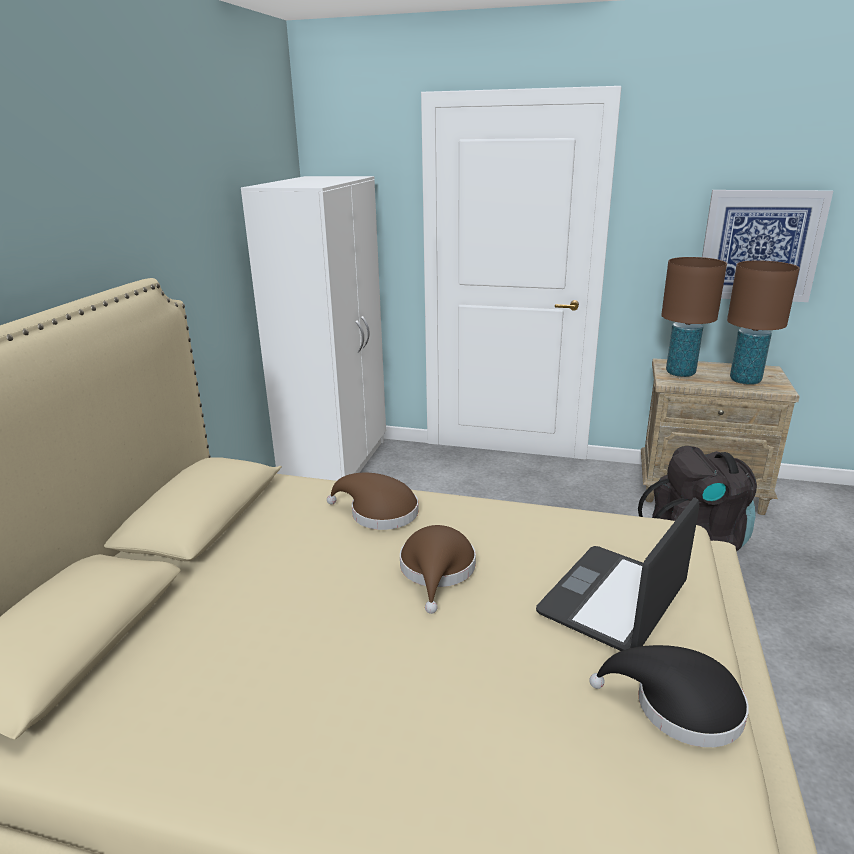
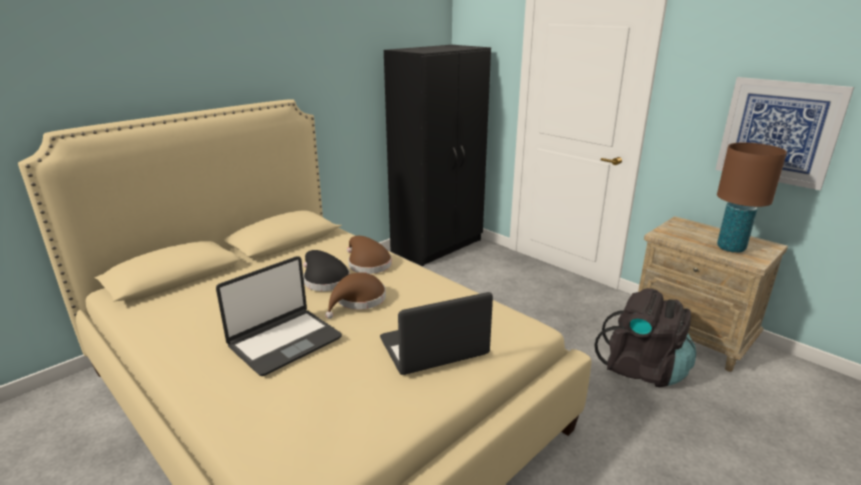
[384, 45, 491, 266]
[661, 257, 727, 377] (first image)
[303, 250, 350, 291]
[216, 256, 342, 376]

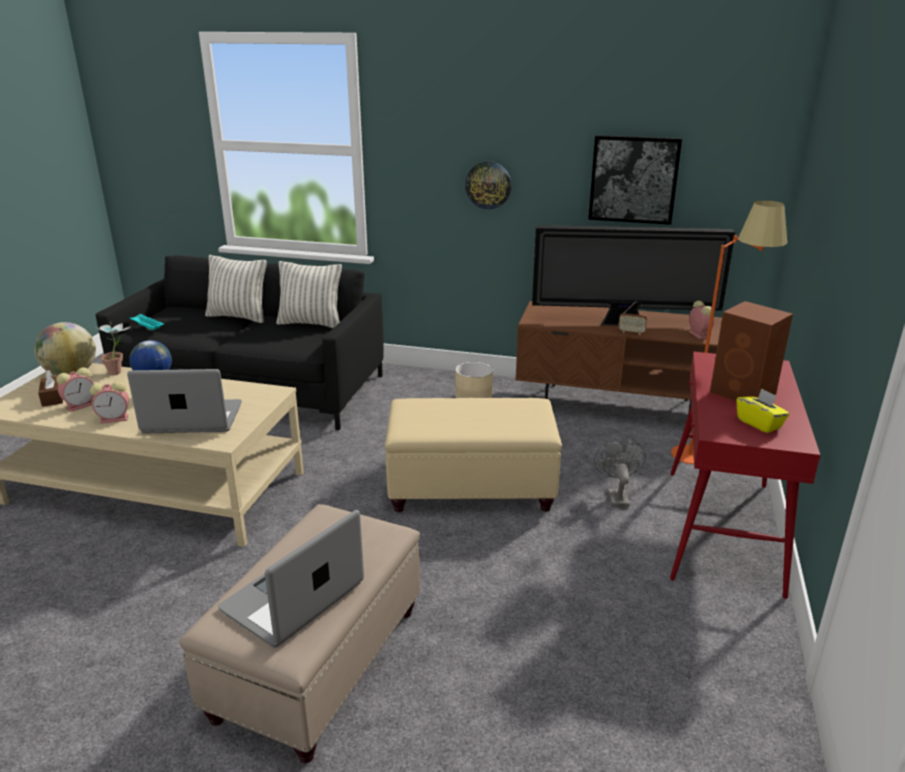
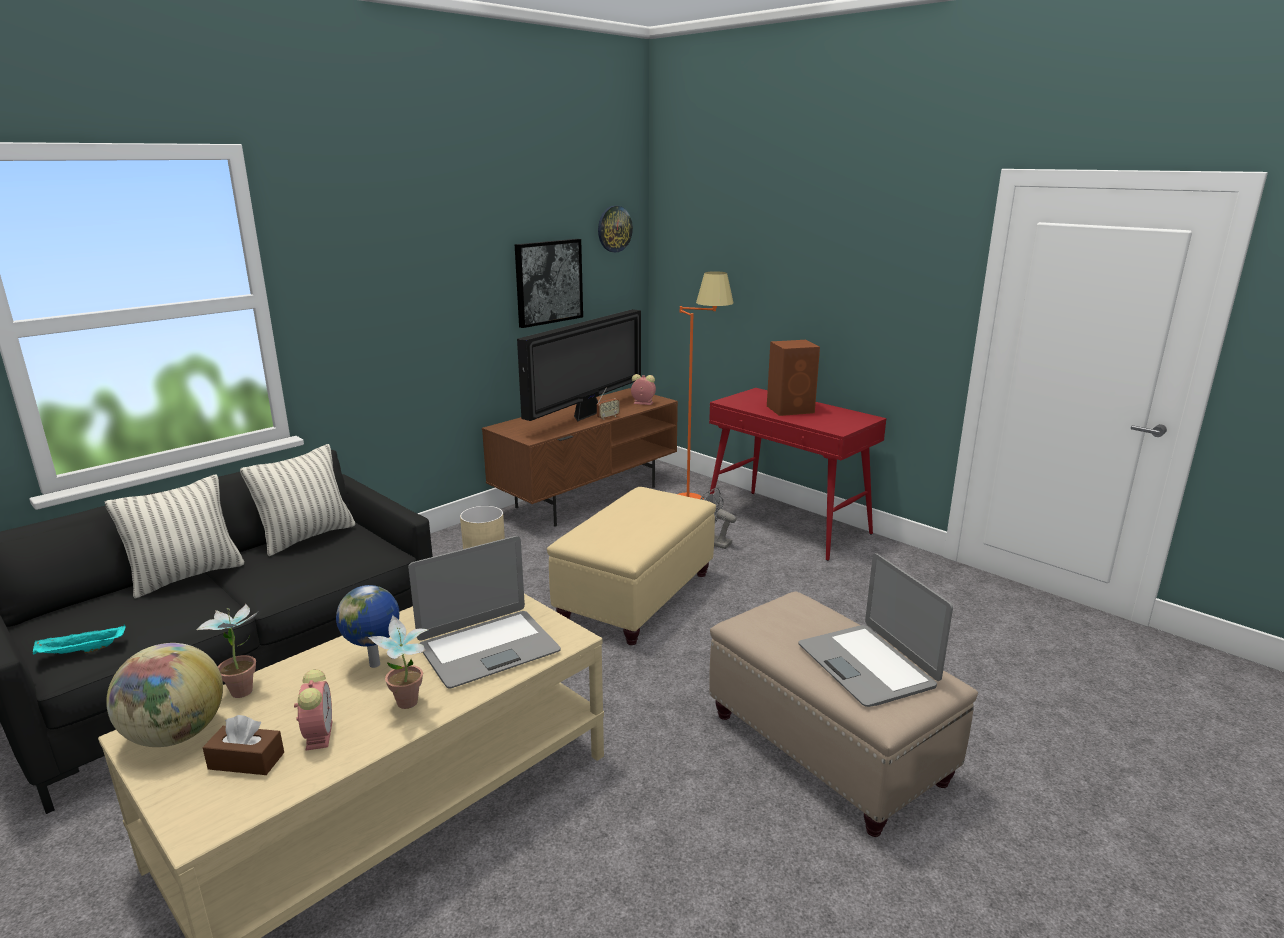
[598, 206, 633, 253]
[408, 536, 561, 689]
[368, 615, 428, 709]
[736, 388, 790, 433] (first image)

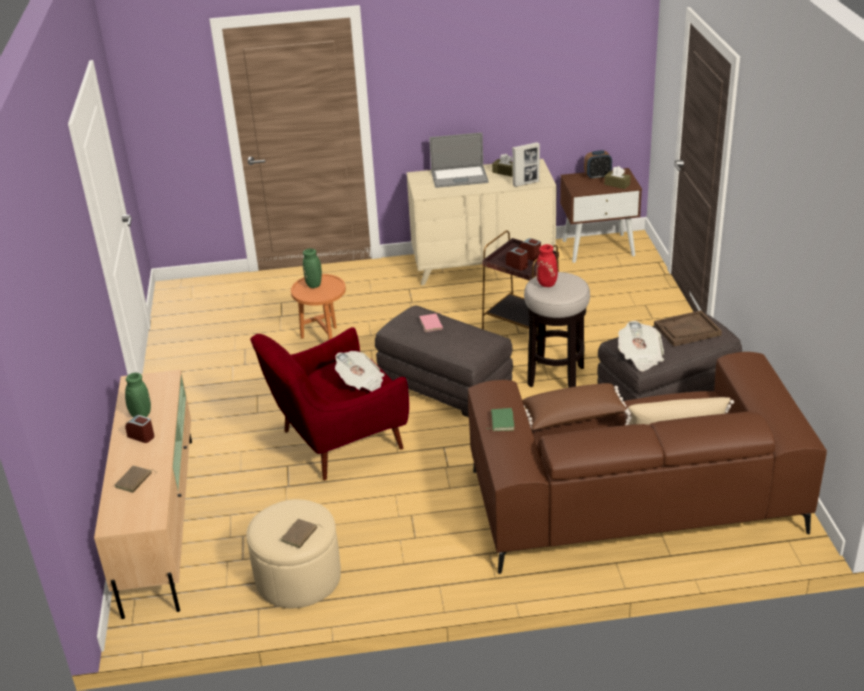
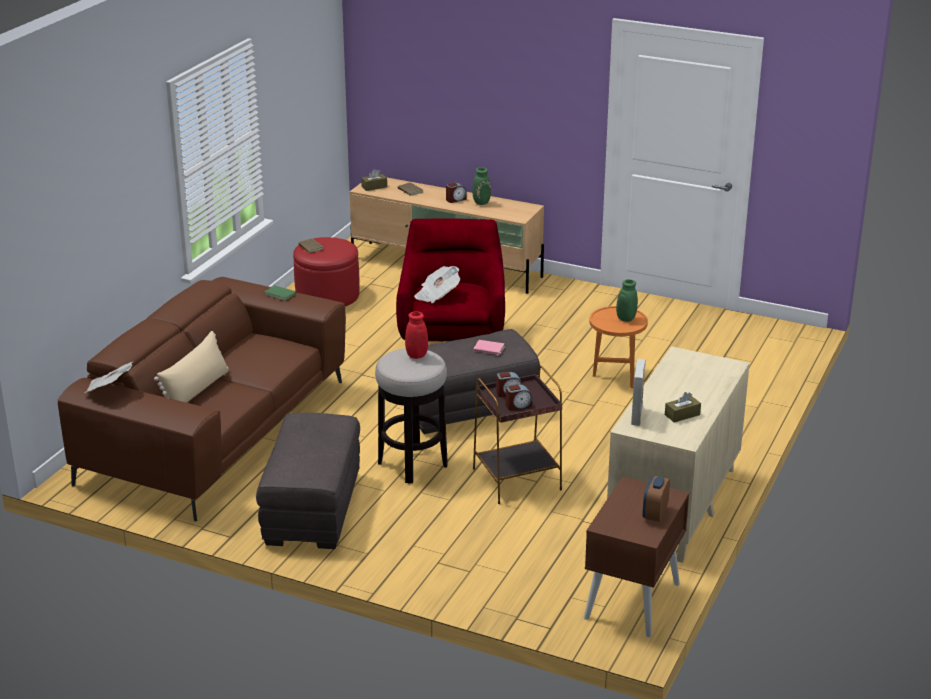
[429, 132, 489, 188] (first image)
[361, 169, 387, 191]
[654, 310, 722, 347] (first image)
[85, 362, 132, 393]
[522, 383, 630, 430] (first image)
[293, 237, 360, 306]

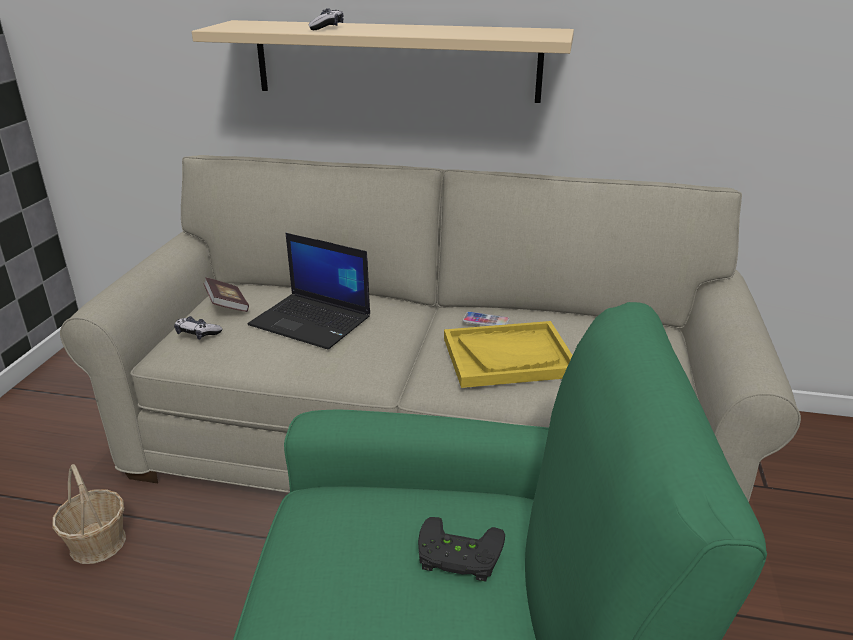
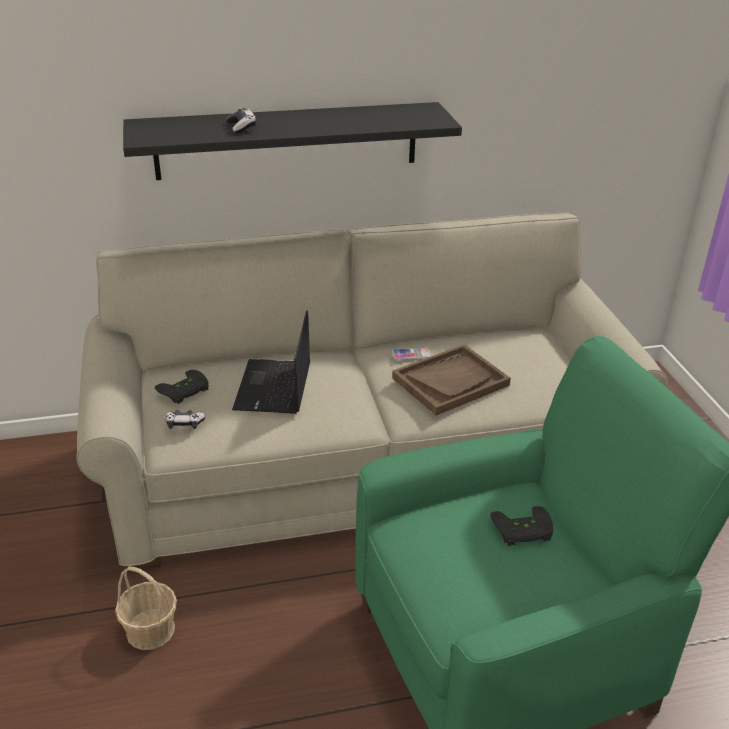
[123, 102, 462, 180]
[232, 310, 310, 414]
[155, 370, 209, 404]
[392, 344, 511, 415]

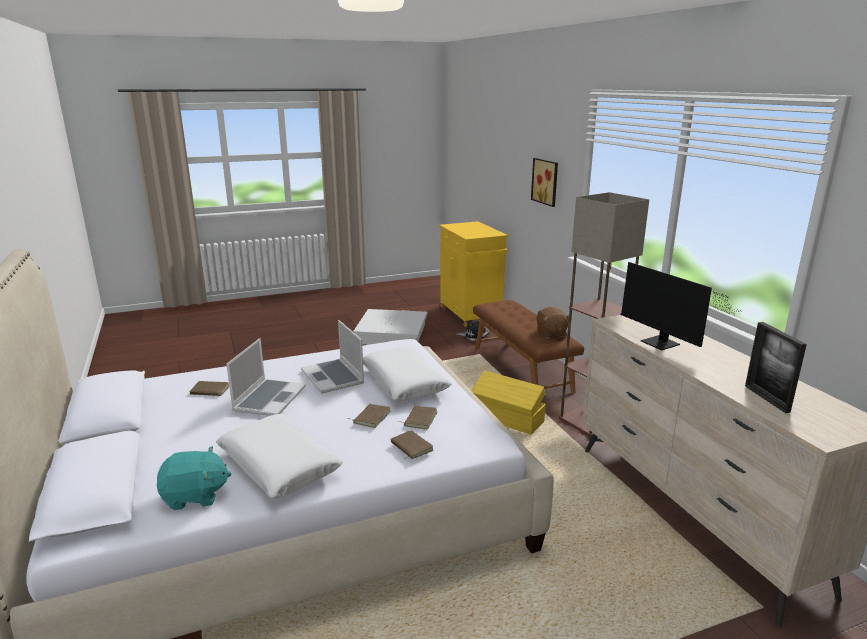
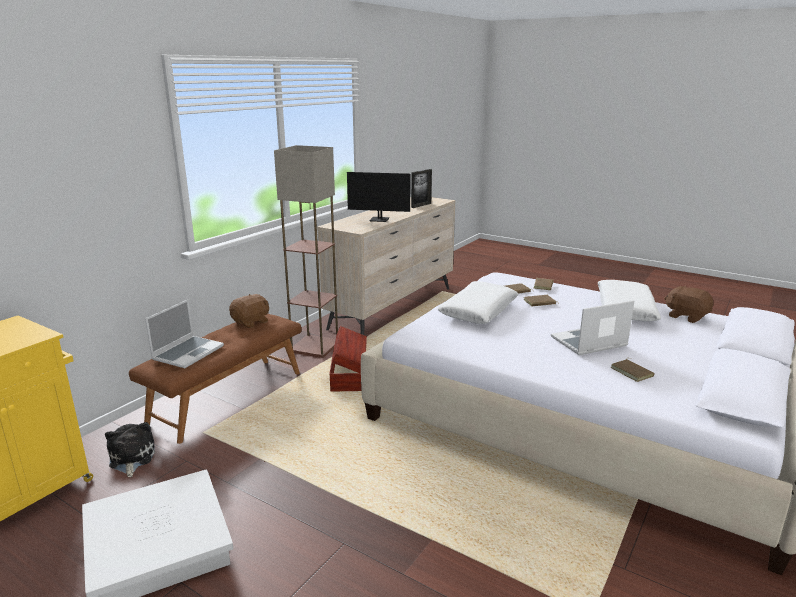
[531, 158, 558, 207] (first image)
[347, 172, 432, 222]
[145, 299, 224, 368]
[329, 326, 367, 391]
[665, 286, 714, 323]

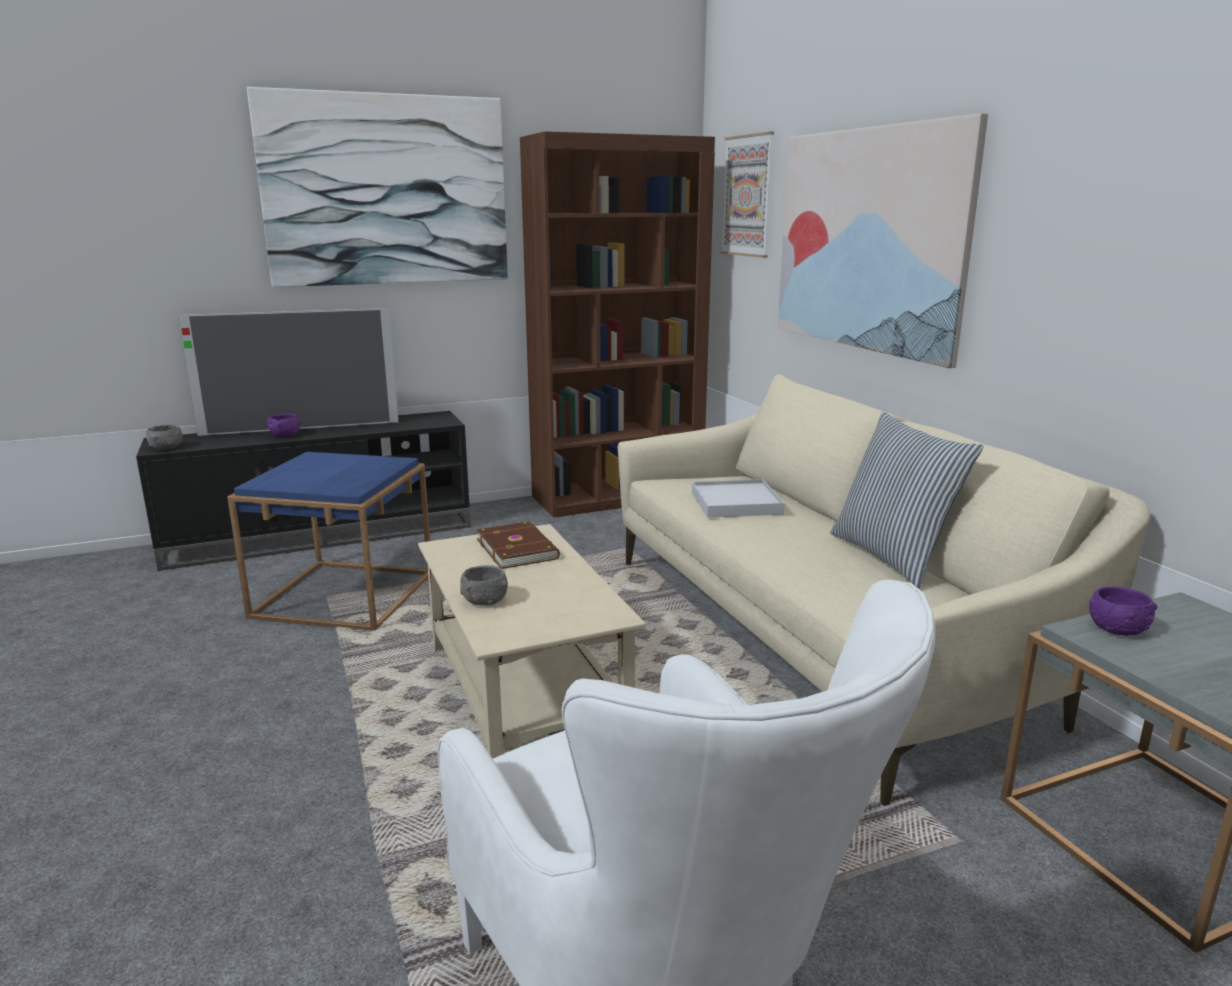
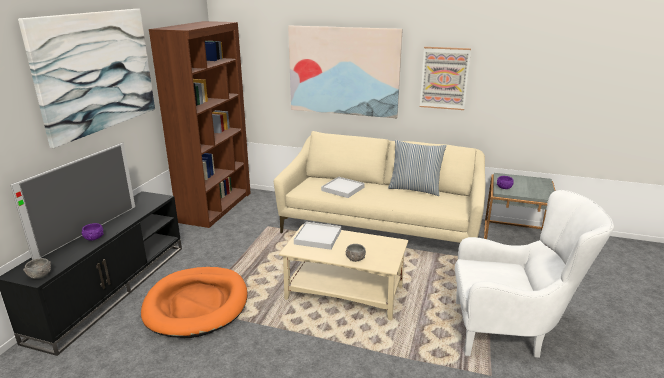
[420, 47, 471, 110]
[141, 267, 248, 338]
[294, 222, 341, 250]

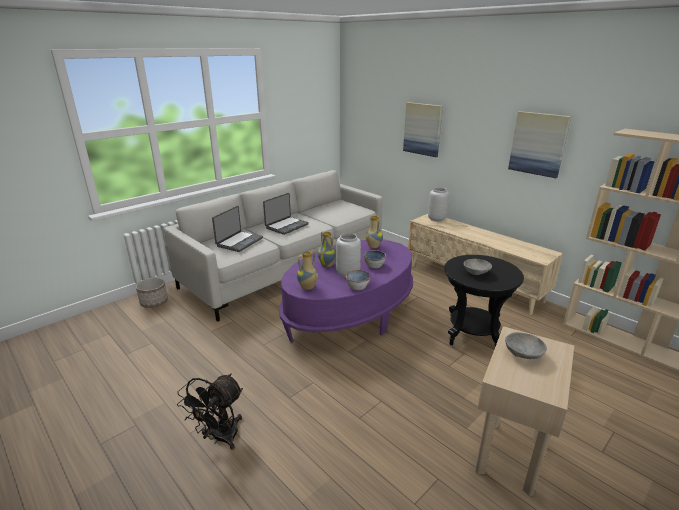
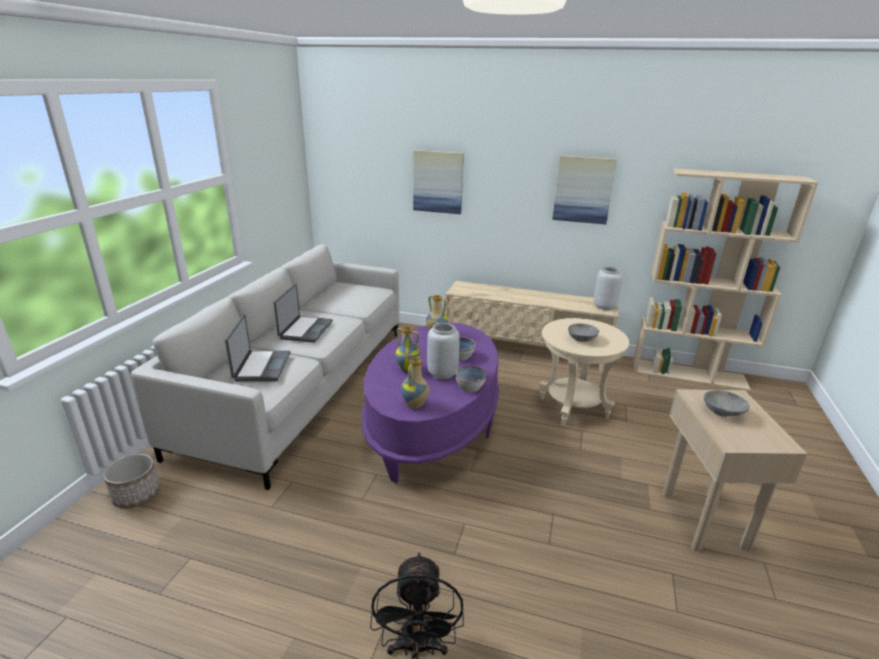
[593, 266, 623, 311]
[539, 318, 629, 426]

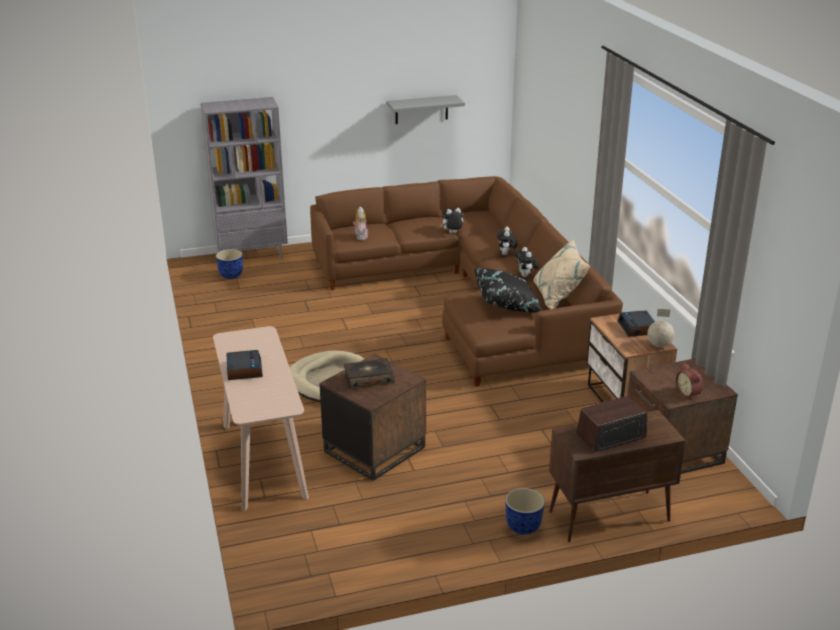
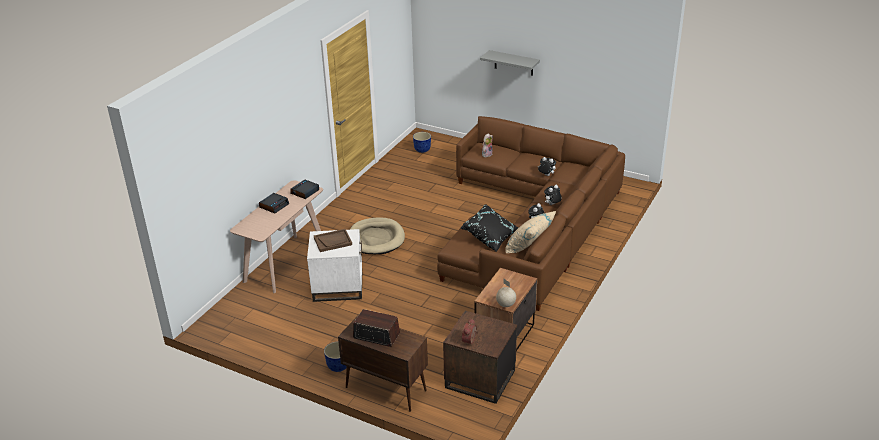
[480, 50, 540, 76]
[201, 97, 288, 259] (first image)
[290, 180, 319, 199]
[307, 229, 362, 302]
[314, 229, 352, 252]

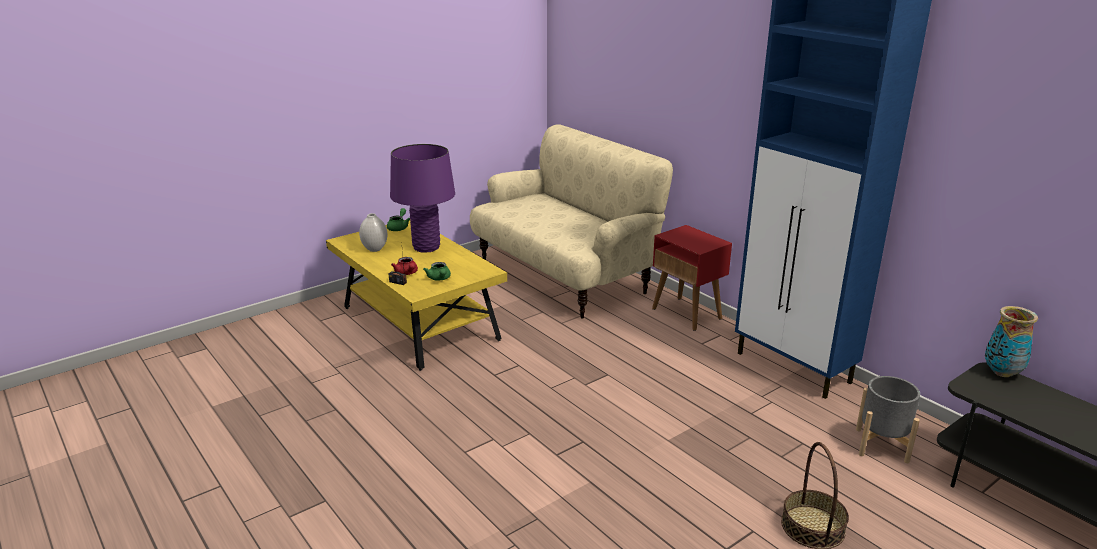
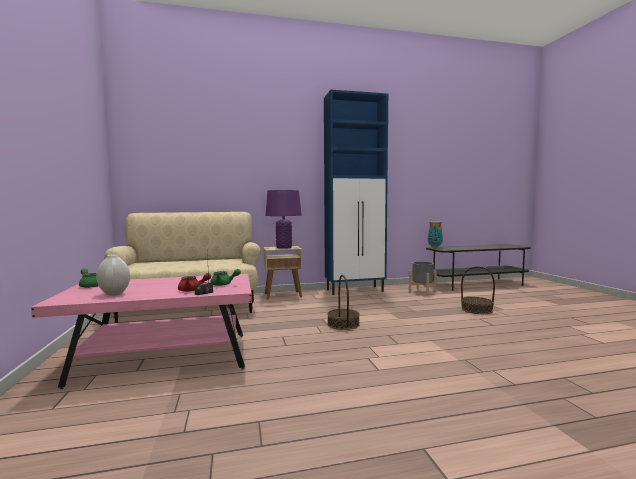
[265, 190, 302, 249]
[31, 274, 252, 389]
[263, 246, 302, 299]
[327, 275, 360, 330]

